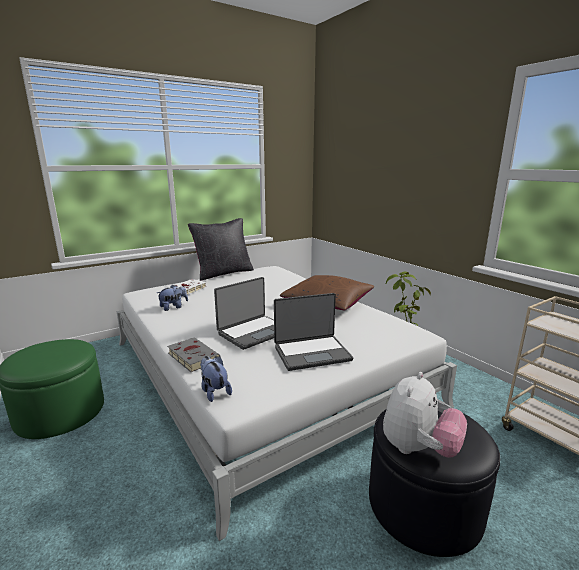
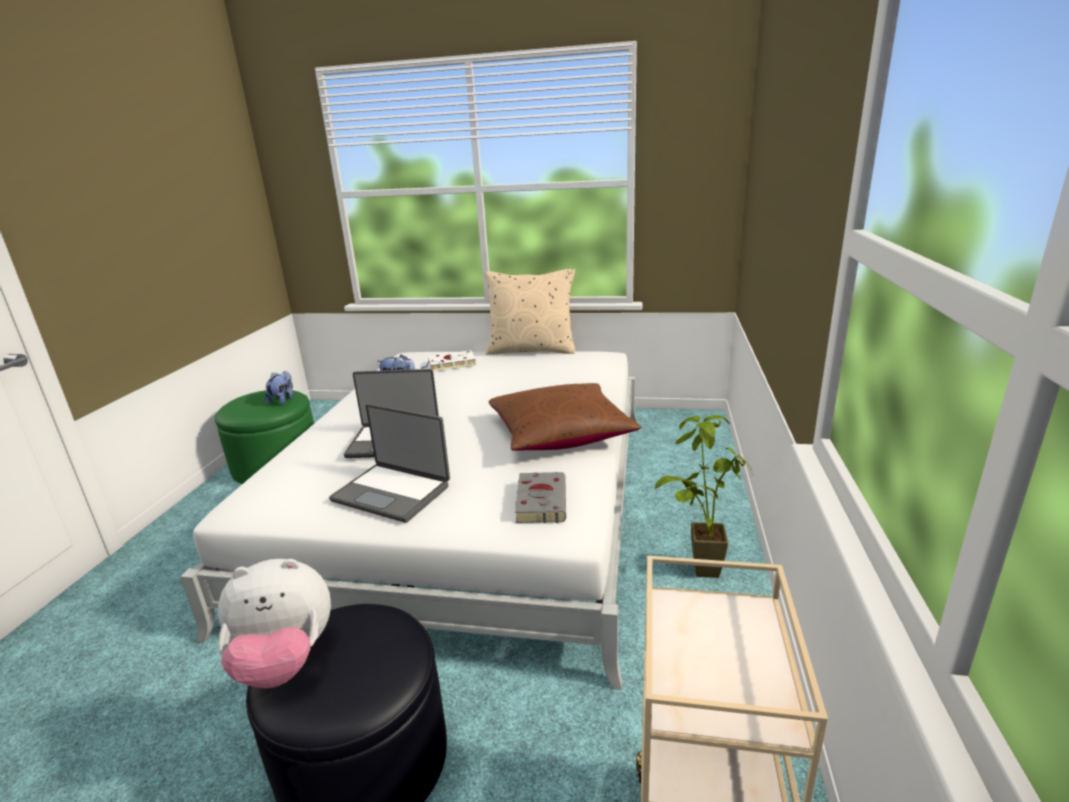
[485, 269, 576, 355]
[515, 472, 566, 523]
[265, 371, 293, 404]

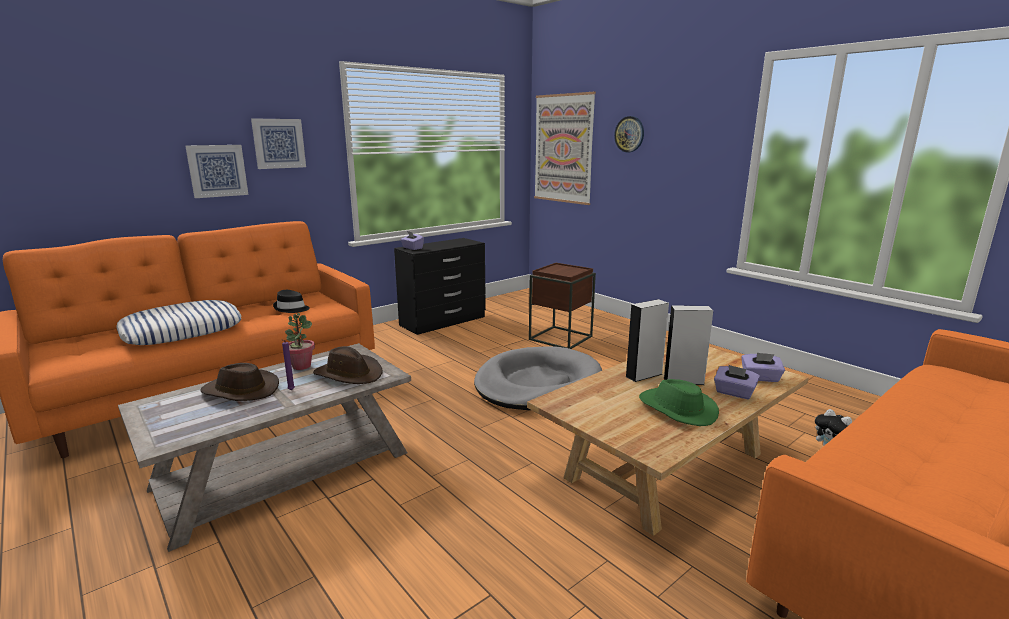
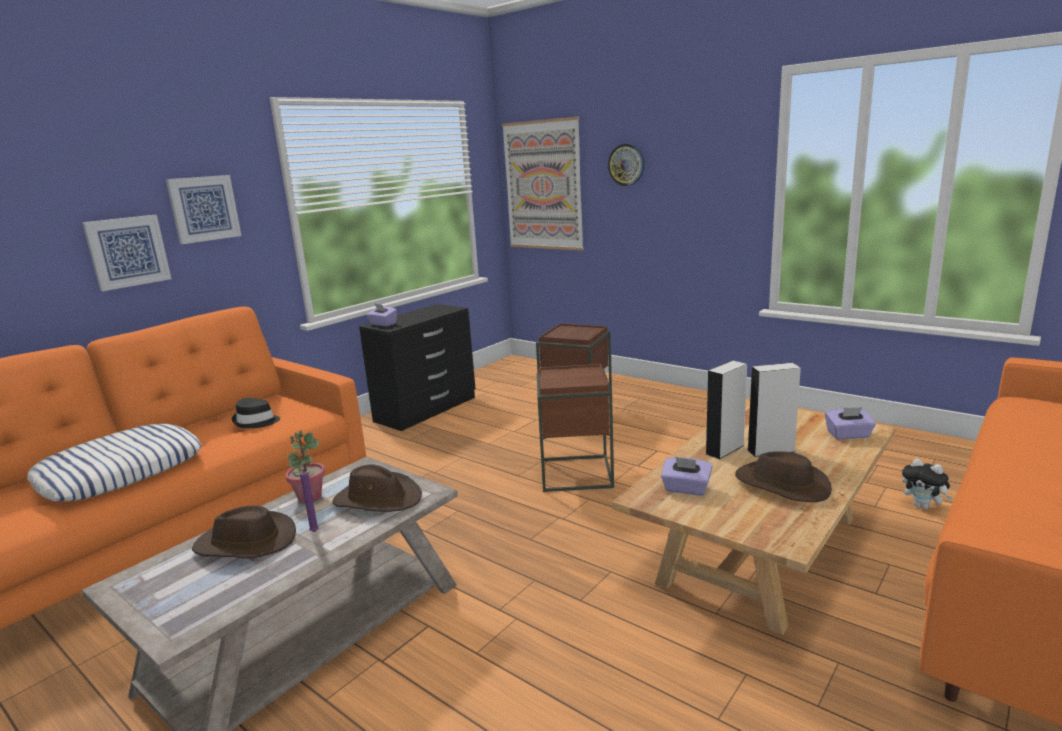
[537, 364, 614, 492]
[661, 457, 713, 496]
[735, 451, 832, 502]

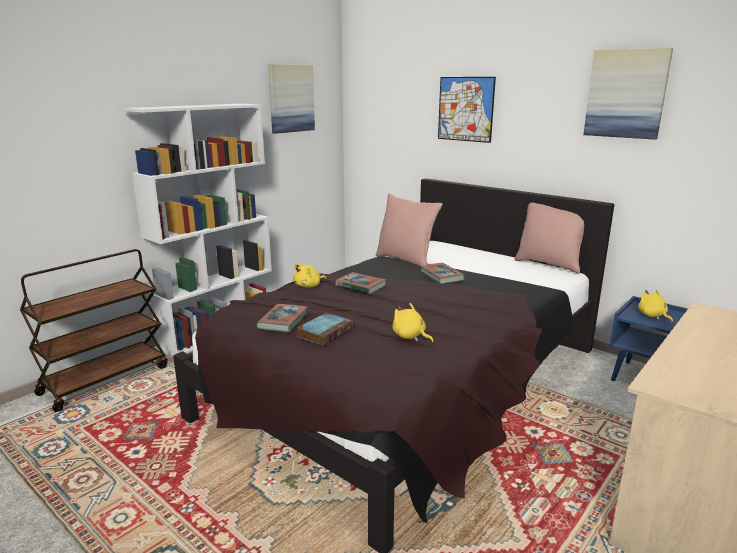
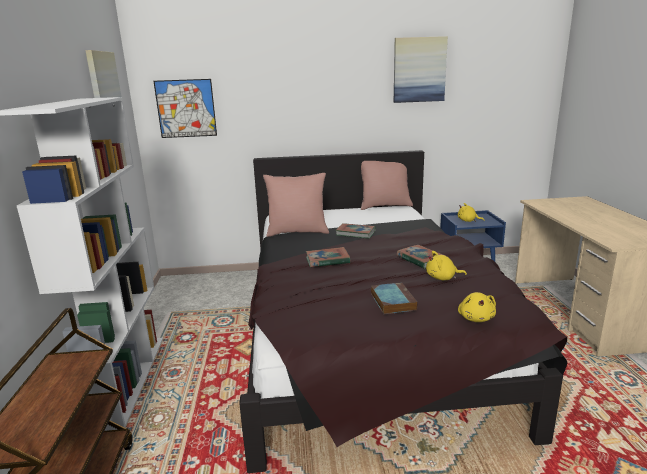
[154, 79, 217, 138]
[458, 292, 496, 322]
[397, 245, 446, 269]

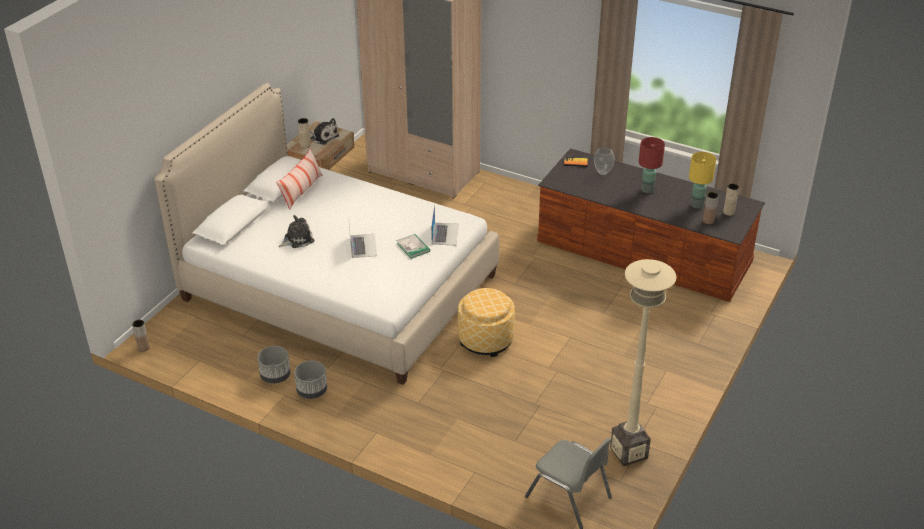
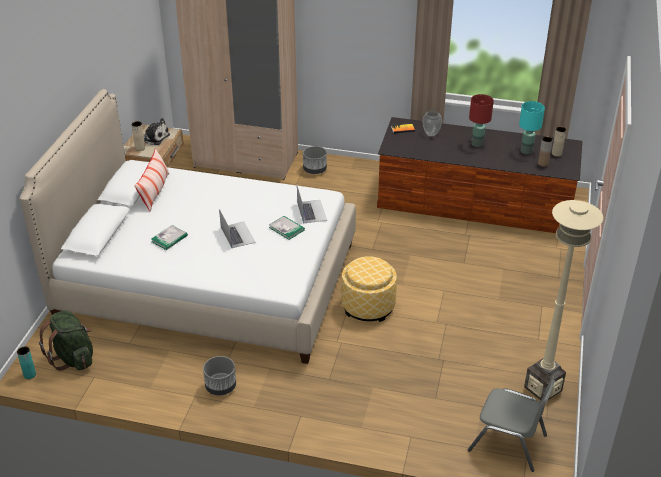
[519, 101, 545, 154]
[151, 225, 188, 250]
[17, 346, 36, 379]
[303, 146, 327, 174]
[39, 311, 93, 371]

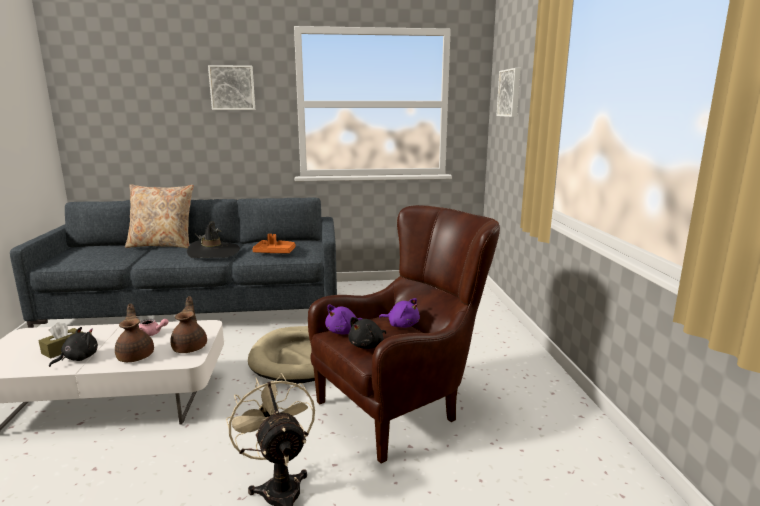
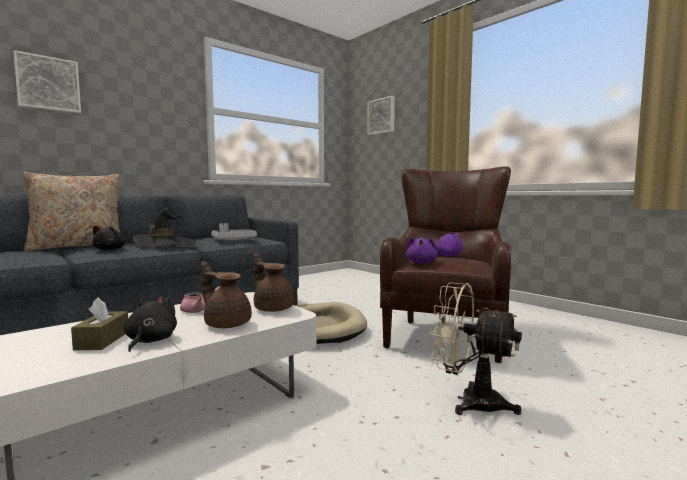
[14, 50, 81, 113]
[211, 223, 257, 240]
[92, 226, 125, 250]

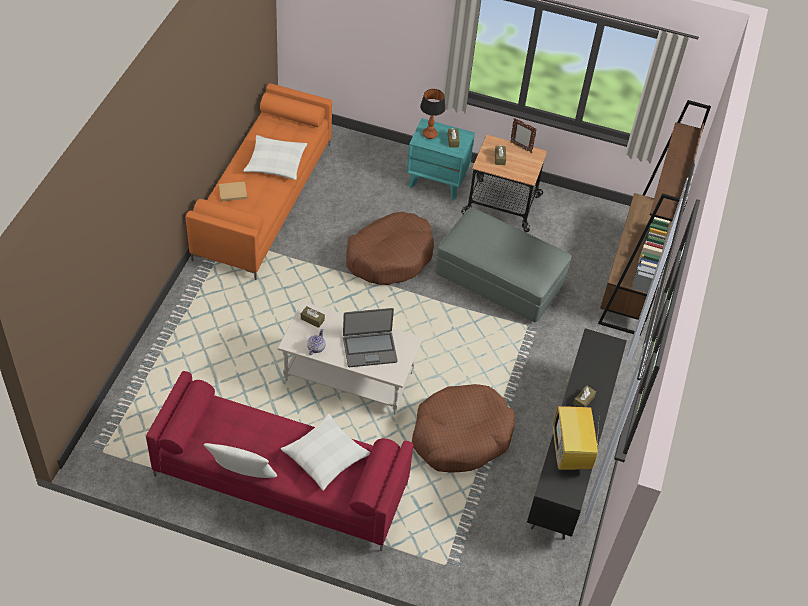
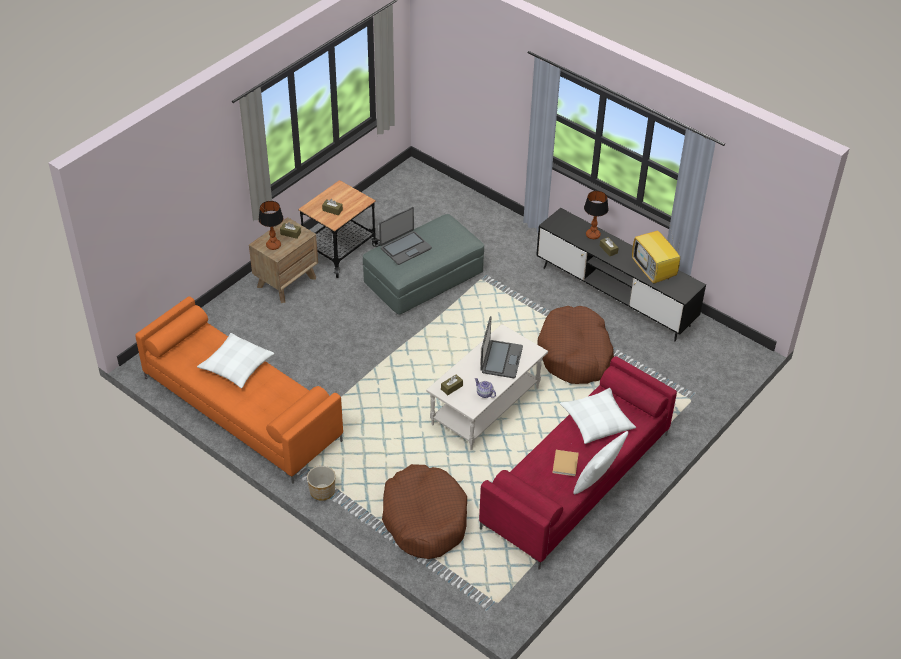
[598, 100, 711, 336] (first image)
[249, 217, 318, 303]
[510, 118, 537, 153] (first image)
[552, 450, 579, 476]
[382, 464, 467, 559]
[632, 227, 680, 284]
[584, 191, 609, 239]
[379, 207, 432, 265]
[307, 466, 335, 501]

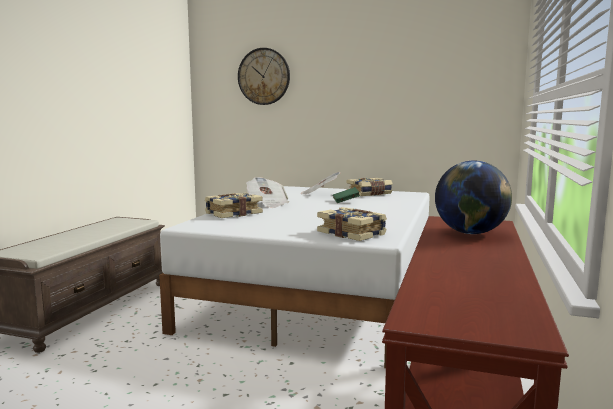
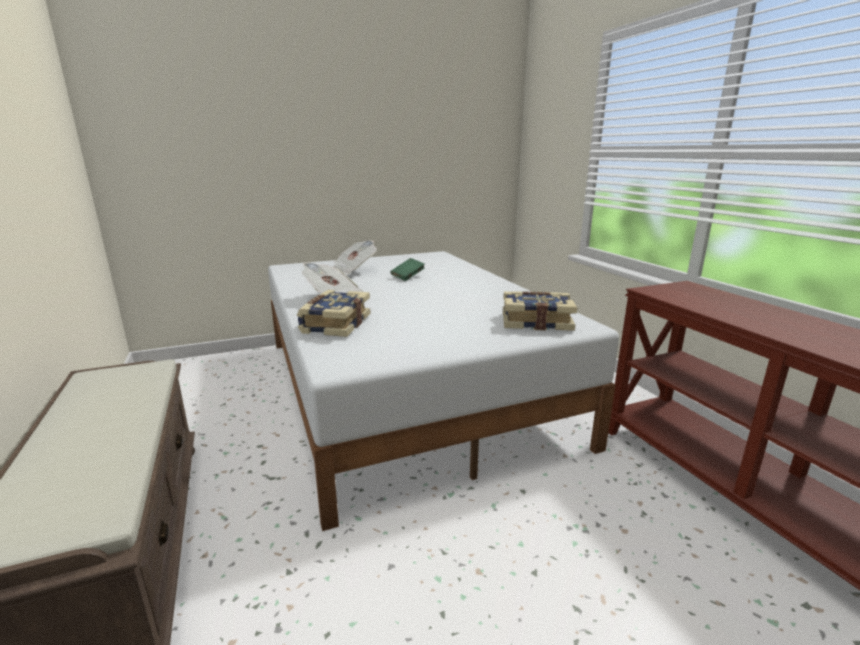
[238, 48, 290, 105] (first image)
[435, 161, 512, 234] (first image)
[346, 178, 393, 196] (first image)

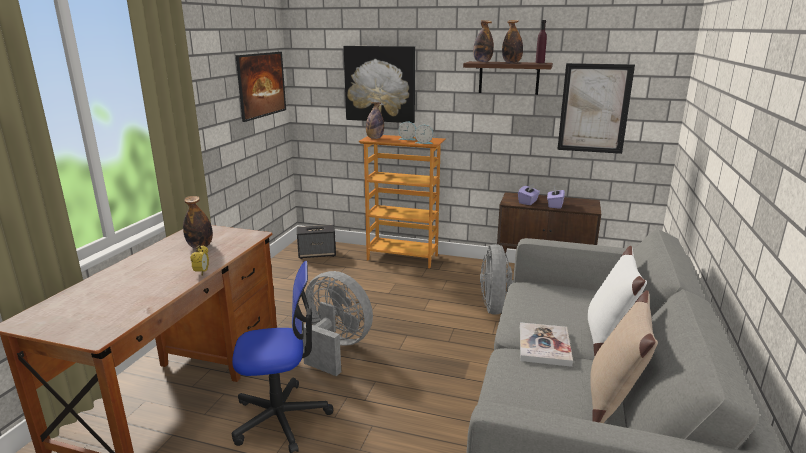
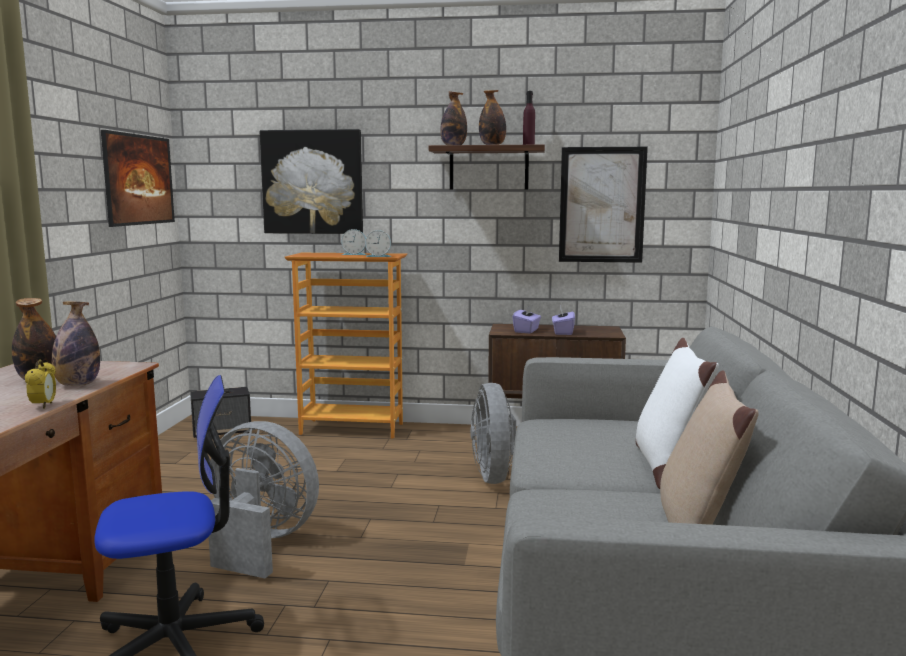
[51, 301, 100, 386]
[520, 322, 573, 367] (first image)

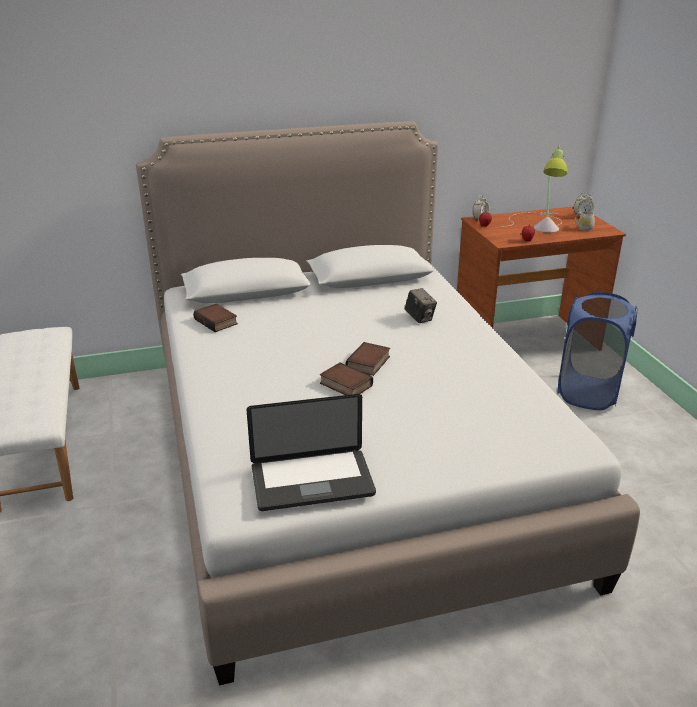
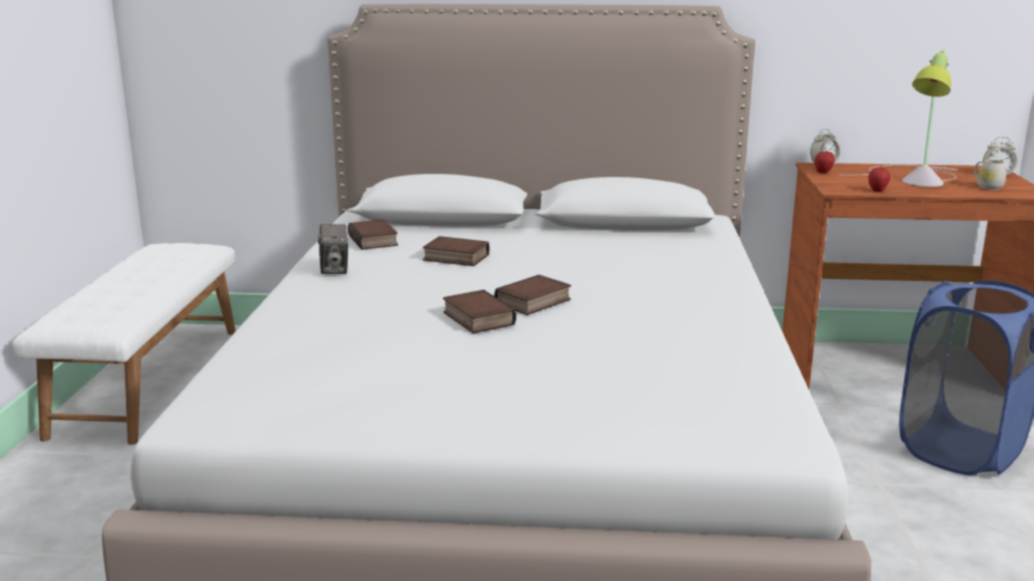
[318, 224, 348, 274]
[247, 394, 376, 511] (first image)
[423, 236, 489, 266]

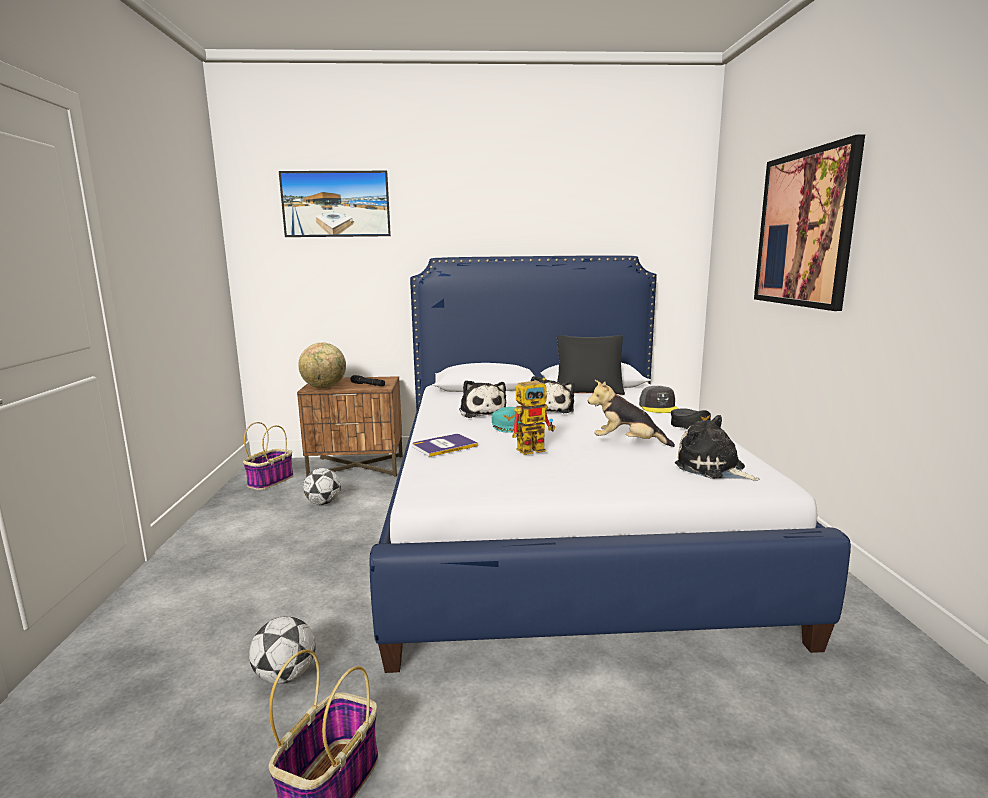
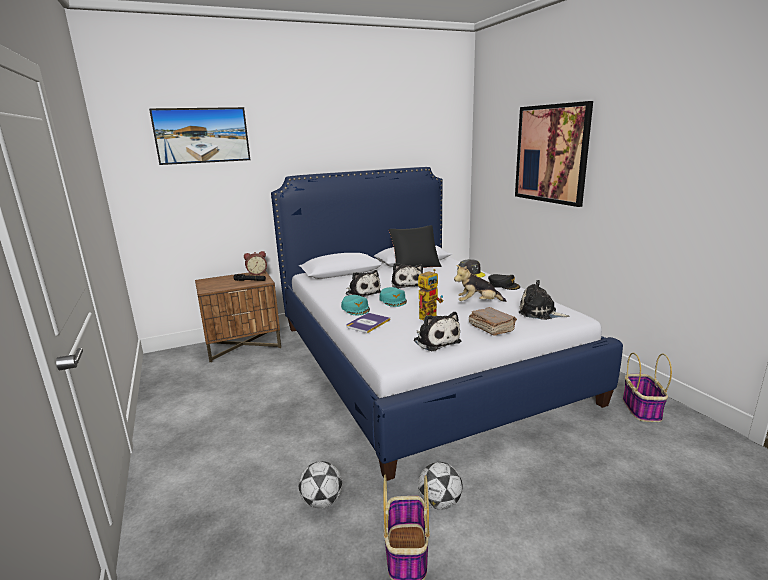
[298, 342, 346, 388] (first image)
[623, 353, 672, 422]
[418, 462, 463, 510]
[244, 251, 267, 275]
[341, 295, 370, 315]
[469, 307, 517, 336]
[414, 312, 461, 351]

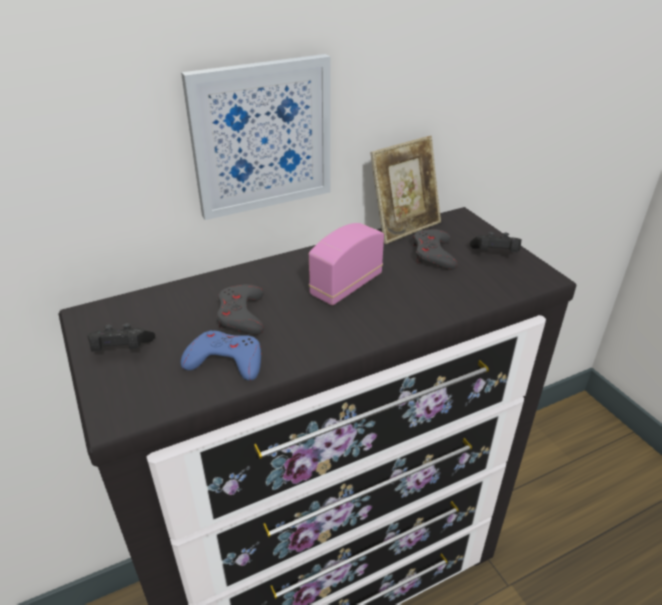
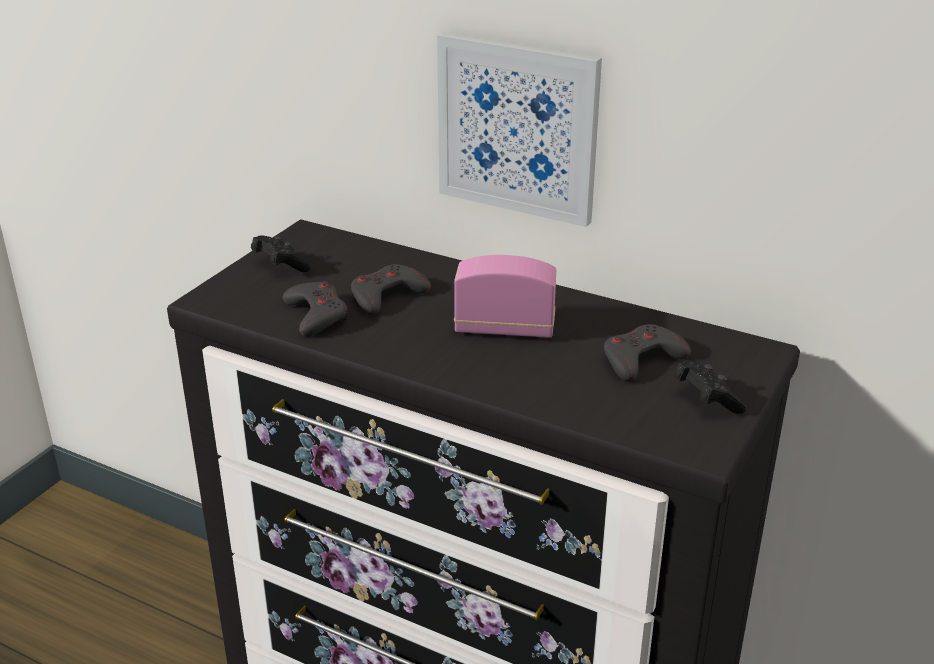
[370, 136, 441, 244] (first image)
[283, 281, 347, 337]

